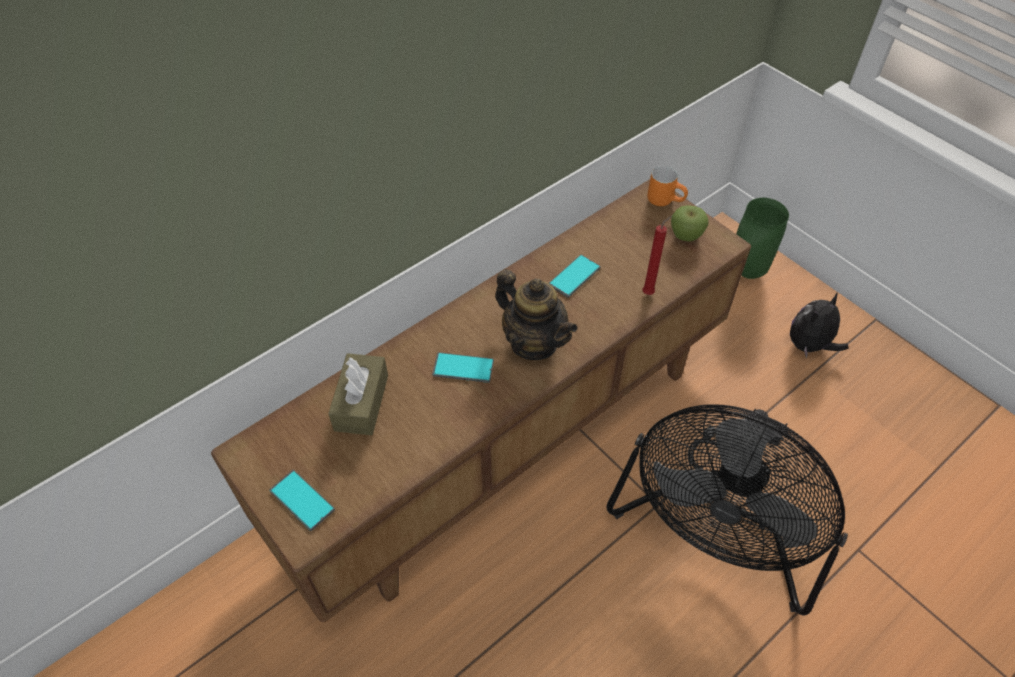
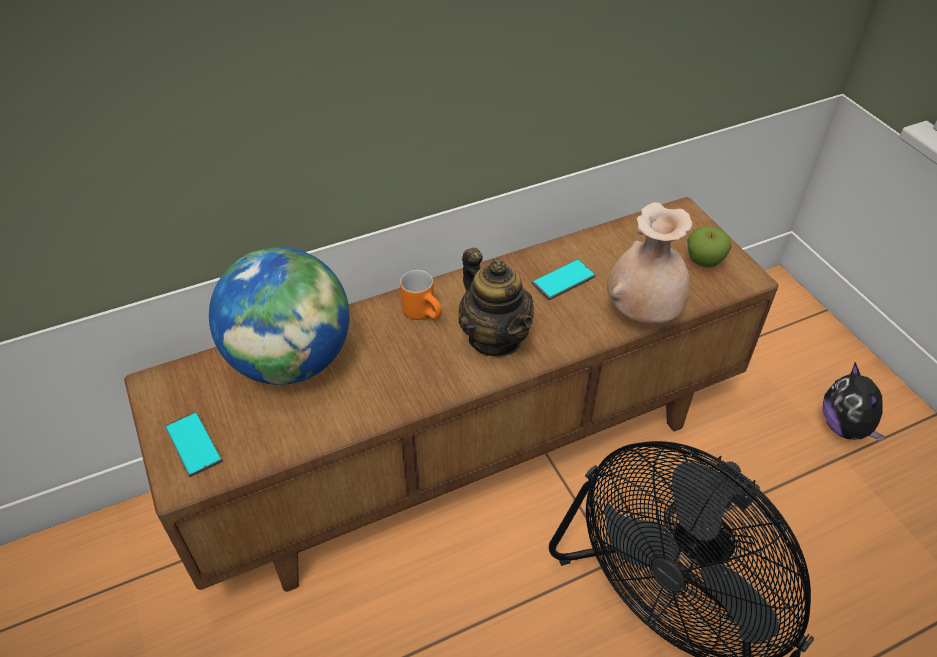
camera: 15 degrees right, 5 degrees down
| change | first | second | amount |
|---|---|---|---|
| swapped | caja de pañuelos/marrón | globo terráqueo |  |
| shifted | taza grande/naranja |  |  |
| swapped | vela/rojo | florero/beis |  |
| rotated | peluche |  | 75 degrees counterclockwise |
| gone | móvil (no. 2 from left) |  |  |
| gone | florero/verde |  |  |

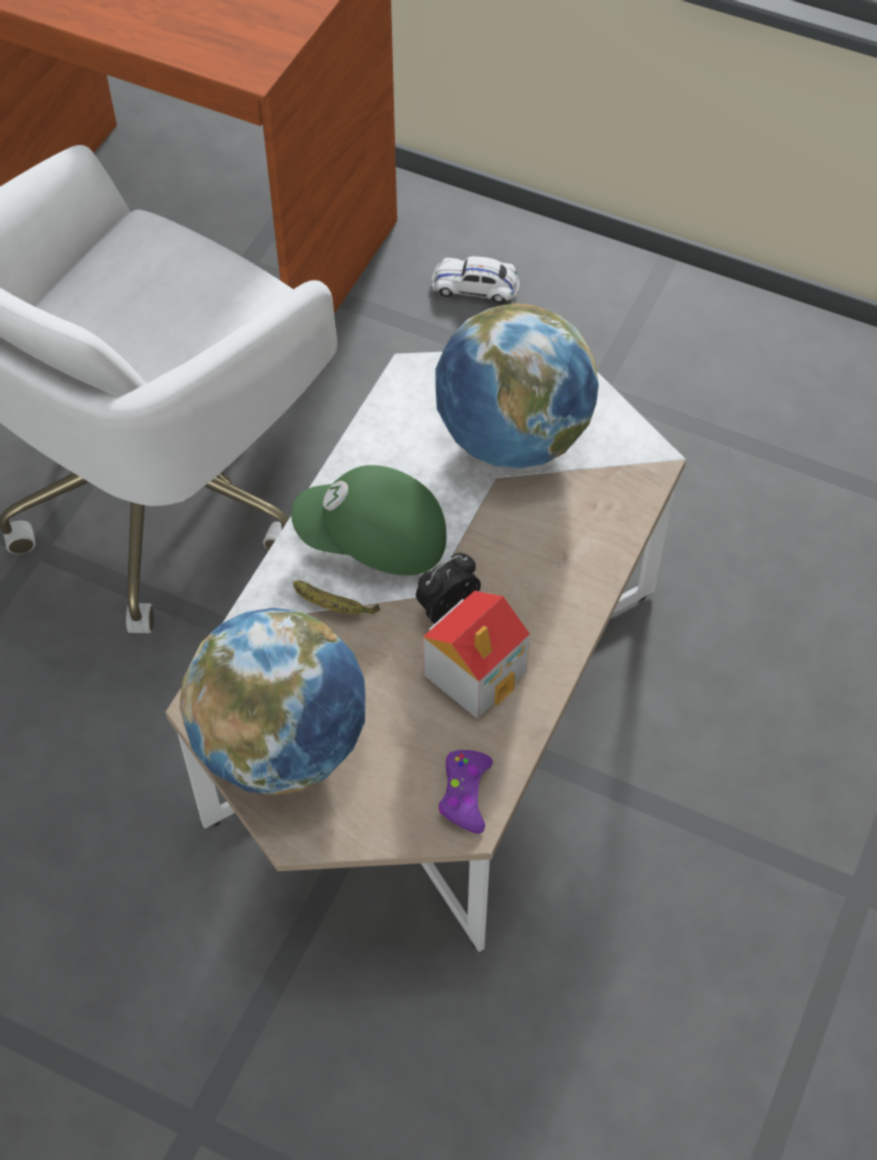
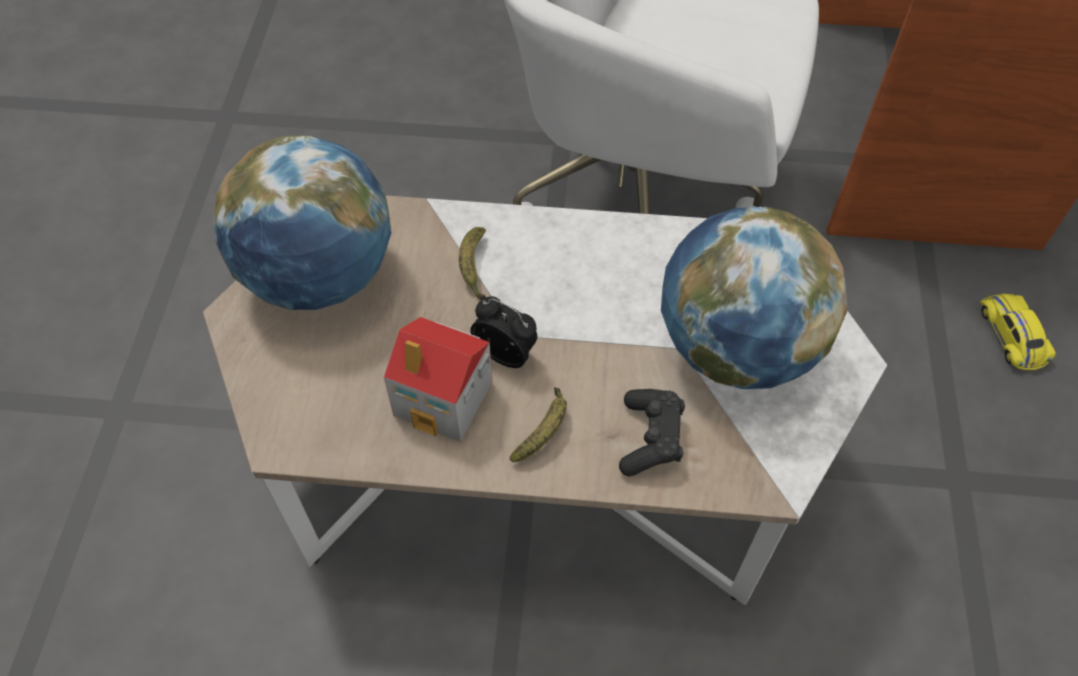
camera: 70 degrees right, 0 degrees up
| change | first | second | amount |
|---|---|---|---|
| new |  | plátano (no. 2 from left) |  |
| new |  | mando de consola/negro |  |
| repainted | coche de juguete/blanco | coche de juguete/amarillo |  |
| gone | gorra/verde |  |  |
| gone | mando de consola/morado |  |  |

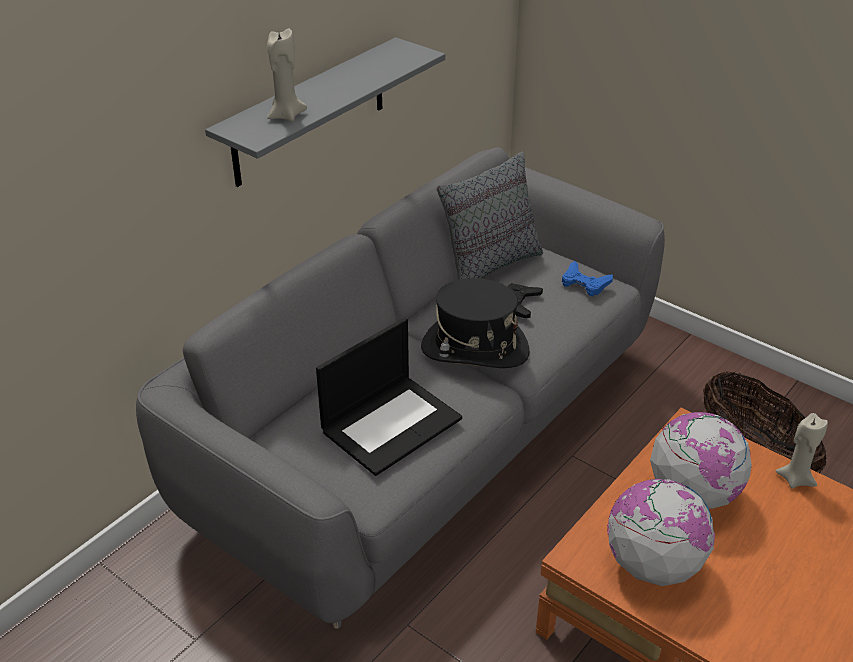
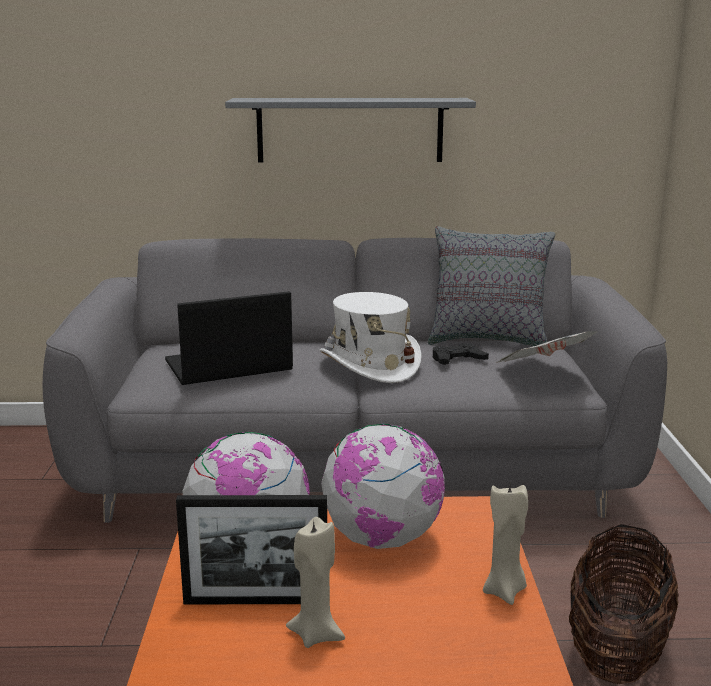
camera: 50 degrees right, 20 degrees down
| change | first | second | amount |
|---|---|---|---|
| rotated | portátil |  | 150 degrees clockwise |
| new |  | portarretratos |  |
| shifted | vela/beis (no. 1 from left) |  |  |
| repainted | sombrero/negro | sombrero/blanco |  |
| swapped | mando de consola/azul | periódico |  |

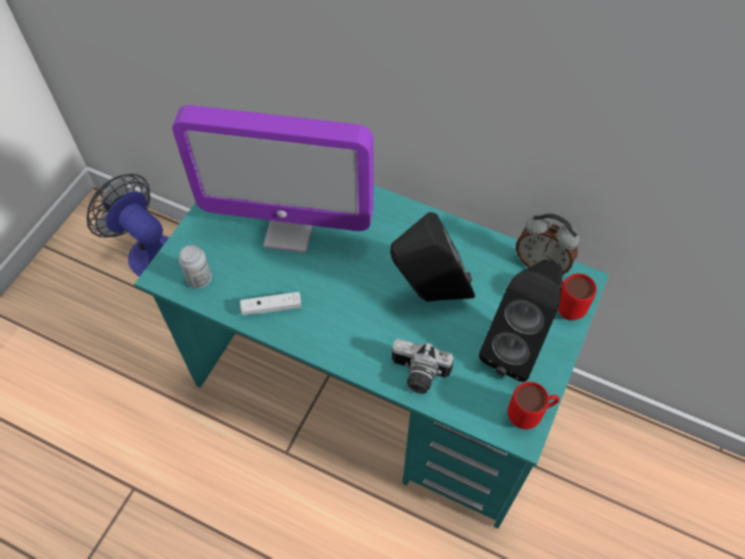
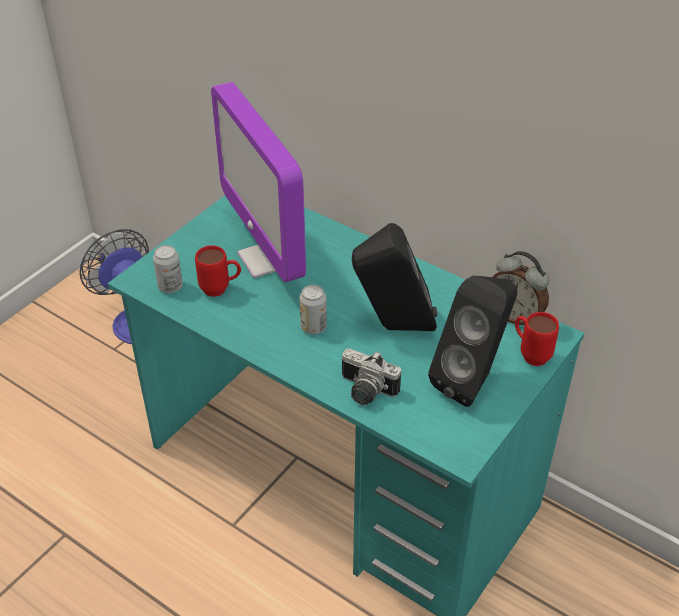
camera: 10 degrees right, 15 degrees down
| change | first | second | amount |
|---|---|---|---|
| shifted | taza grande/rojo (no. 1 from left) |  |  |
| rotated | monitor |  | 45 degrees clockwise |
| new |  | lata (no. 2 from left) |  |
| gone | mando de consola/blanco |  |  |

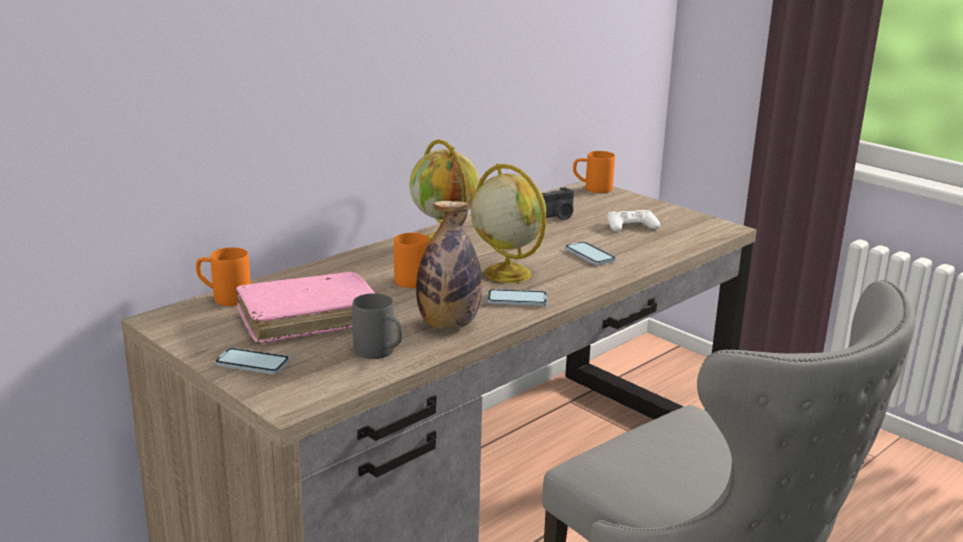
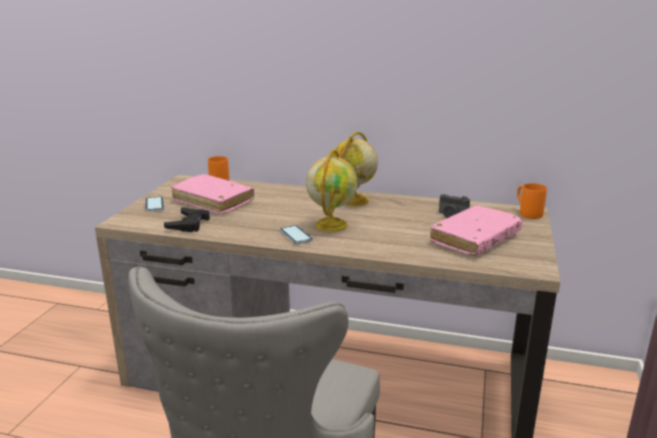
camera: 60 degrees right, 0 degrees up
| change | first | second | amount |
|---|---|---|---|
| swapped | taza grande/gris | mando de consola/negro |  |
| swapped | mando de consola/blanco | libro/rosa (no. 2 from left) |  |
| gone | taza grande/naranja (no. 2 from left) |  |  |
| gone | botella |  |  |
| gone | móvil (no. 3 from left) |  |  |

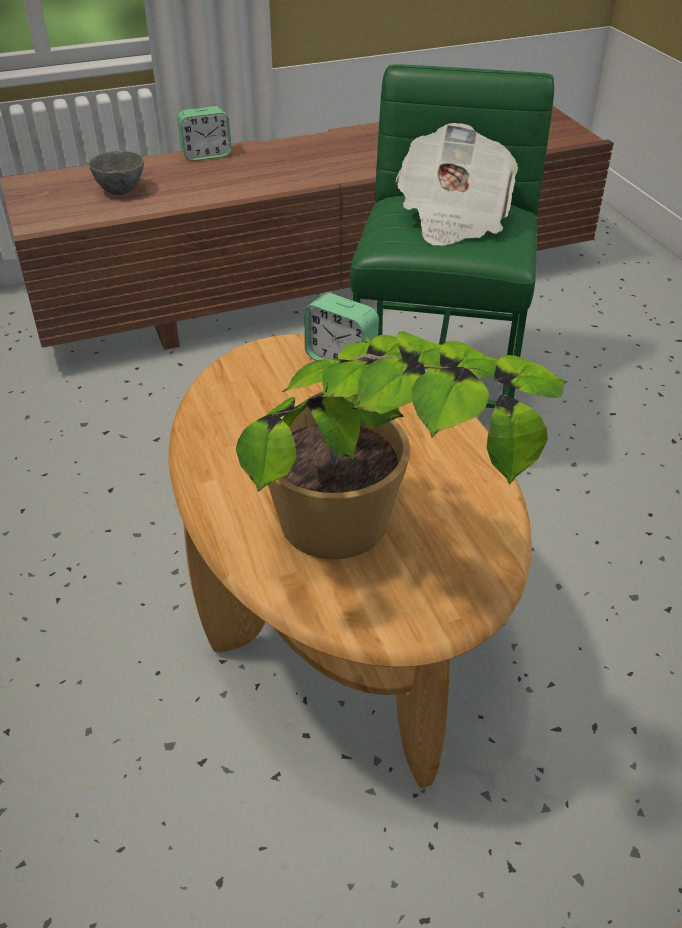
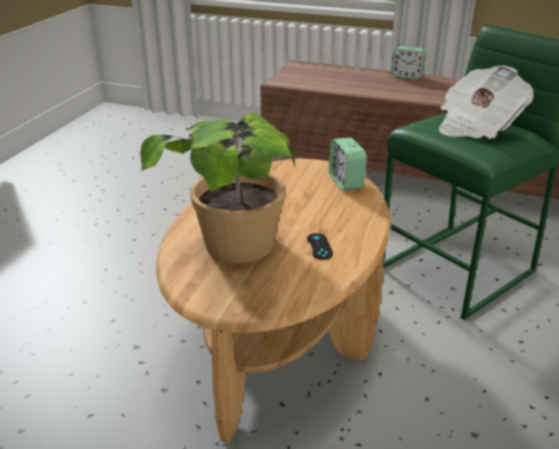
camera: 40 degrees right, 10 degrees down
| change | first | second | amount |
|---|---|---|---|
| new |  | mando de consola/negro |  |
| gone | cuenco/gris |  |  |

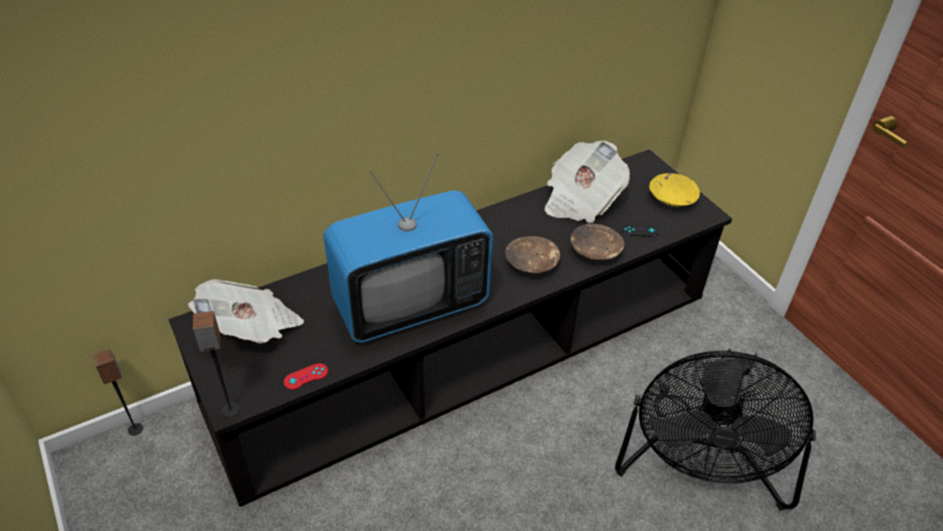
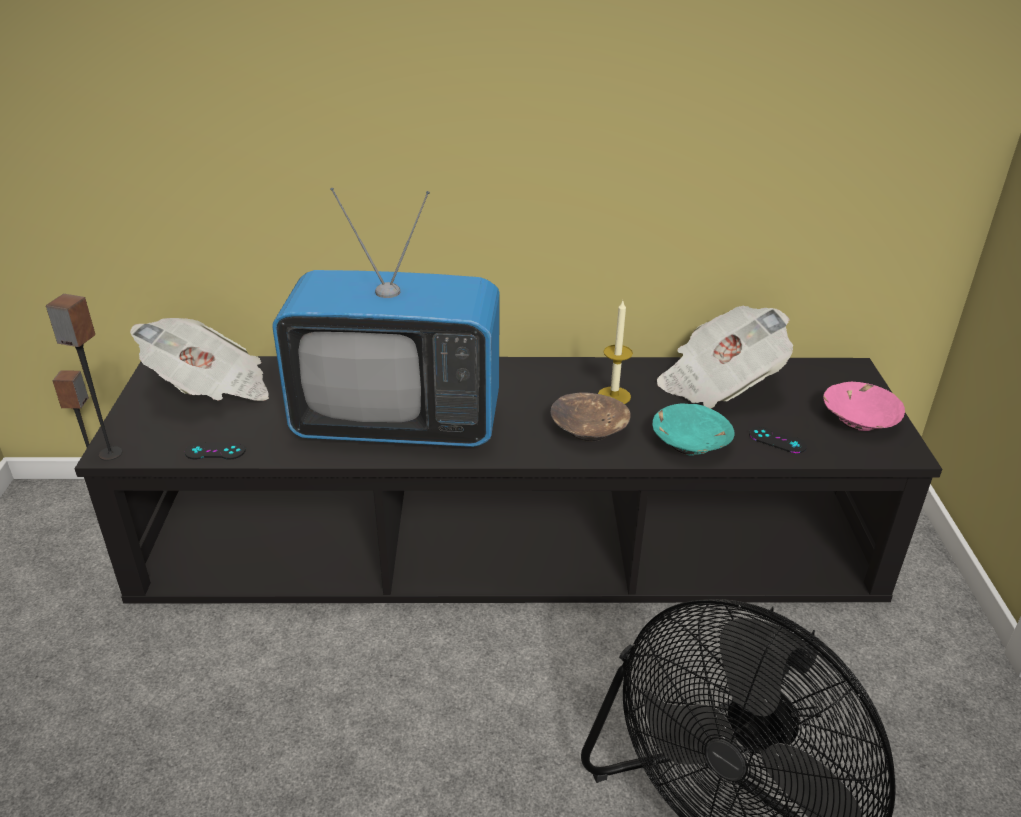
camera: 30 degrees right, 10 degrees down
| change | first | second | amount |
|---|---|---|---|
| repainted | mando de consola/rojo | mando de consola/negro (no. 1 from left) |  |
| new |  | vela |  |
| repainted | cuenco/marrón (no. 2 from left) | cuenco/turquesa |  |
| repainted | cuenco/amarillo | cuenco/rosa |  |

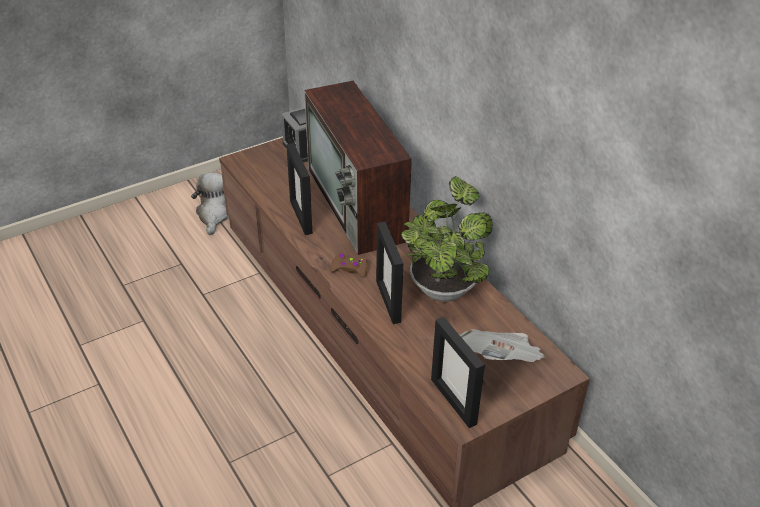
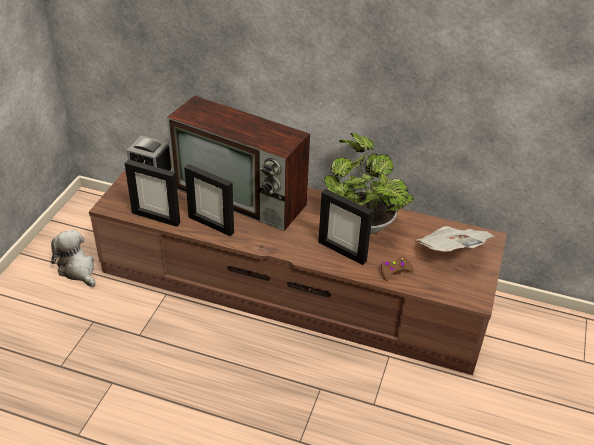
camera: 40 degrees left, 0 degrees up
| change | first | second | amount |
|---|---|---|---|
| shifted | portarretratos (no. 3 from left in the first image) | portarretratos (no. 1 from left) |  |
| shifted | mando de consola/marrón |  |  |

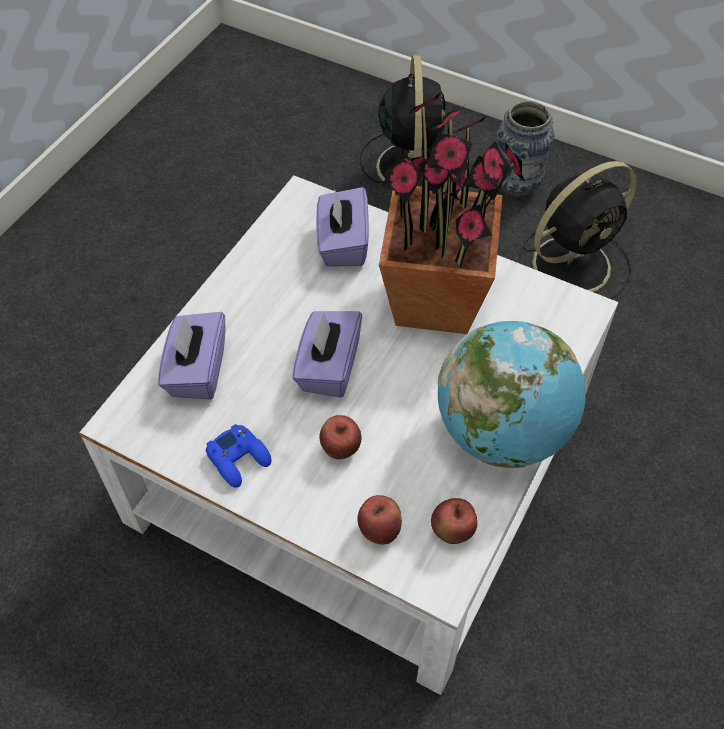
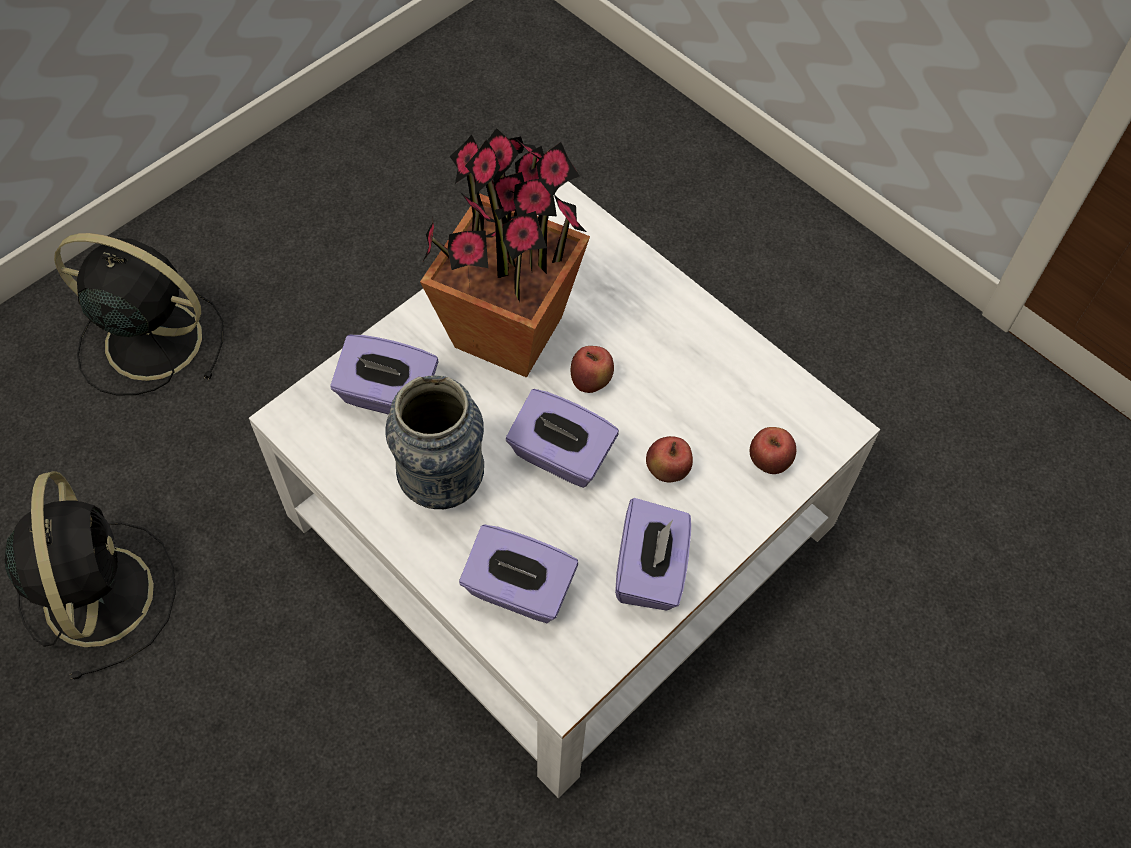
camera: 75 degrees left, 5 degrees up
| change | first | second | amount |
|---|---|---|---|
| shifted | ventilador/negro (no. 2 from left in the first image) | ventilador/negro (no. 1 from left) |  |
| shifted | florero |  |  |
| shifted | manzana (no. 3 from left in the first image) | manzana (no. 1 from left) |  |
| swapped | mando de consola/azul | caja de pañuelos/morado (no. 4 from left) |  |
| gone | globo terráqueo |  |  |

